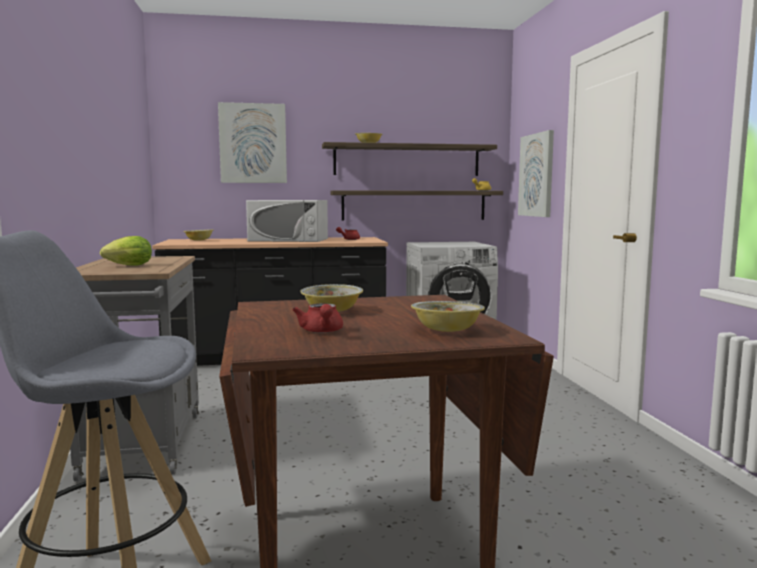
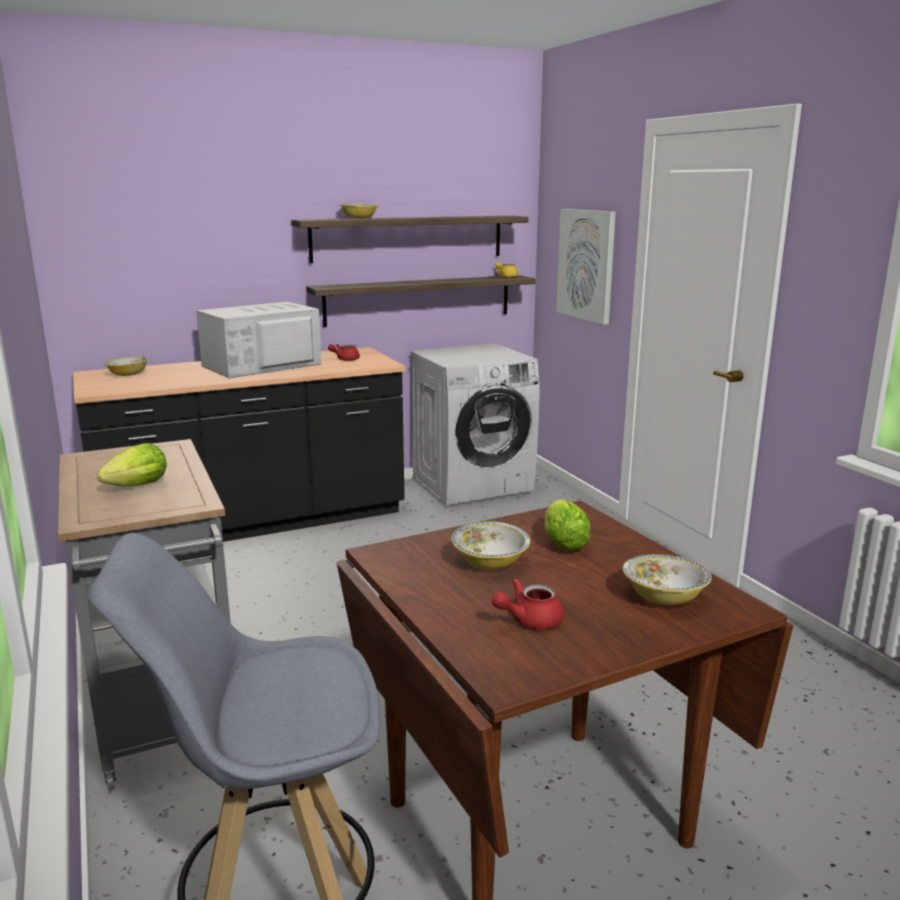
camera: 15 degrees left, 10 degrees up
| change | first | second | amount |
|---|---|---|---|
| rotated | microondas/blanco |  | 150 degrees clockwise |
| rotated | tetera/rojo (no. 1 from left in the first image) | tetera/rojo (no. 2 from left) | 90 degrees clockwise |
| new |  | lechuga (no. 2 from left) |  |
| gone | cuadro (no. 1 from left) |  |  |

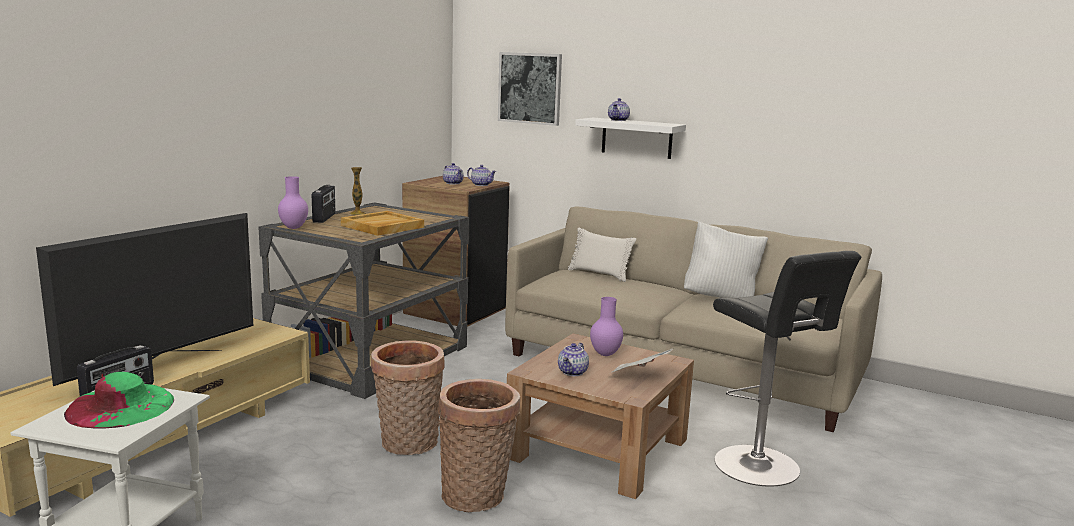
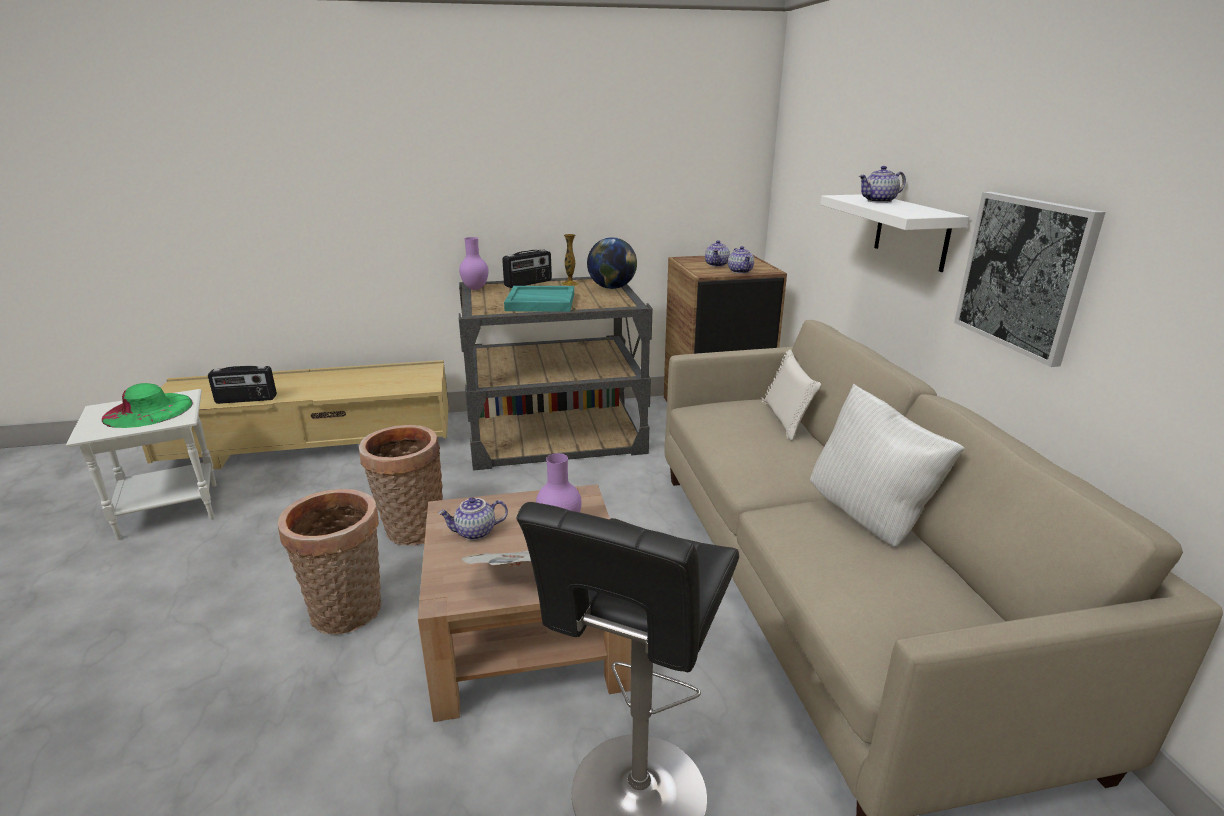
camera: 50 degrees right, 10 degrees up
| change | first | second | amount |
|---|---|---|---|
| repainted | bandeja/beis | bandeja/turquesa |  |
| new |  | globo terráqueo |  |
| shifted | cuadro |  |  |
| gone | televisor |  |  |

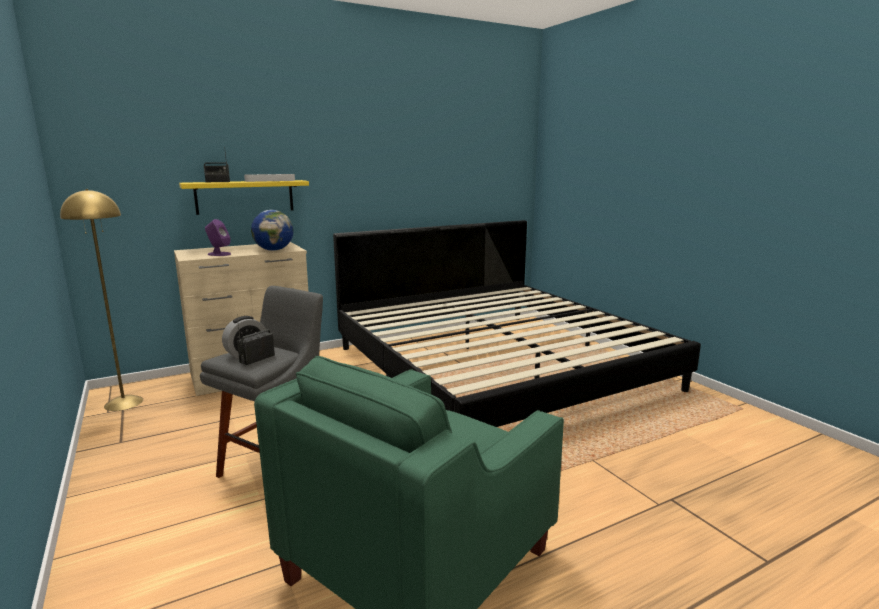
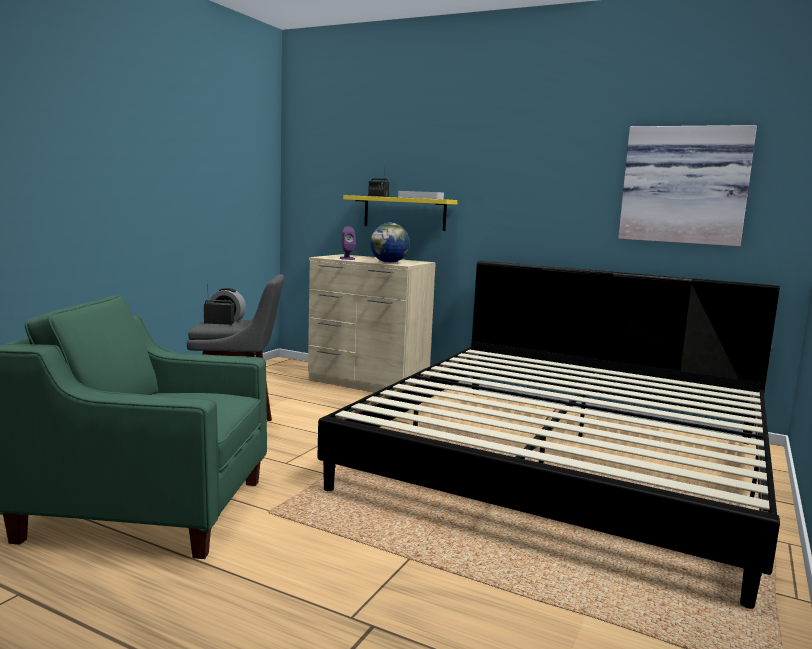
camera: 55 degrees right, 5 degrees down
| change | first | second | amount |
|---|---|---|---|
| new |  | cuadro |  |
| gone | lámpara de pie/amarillo |  |  |

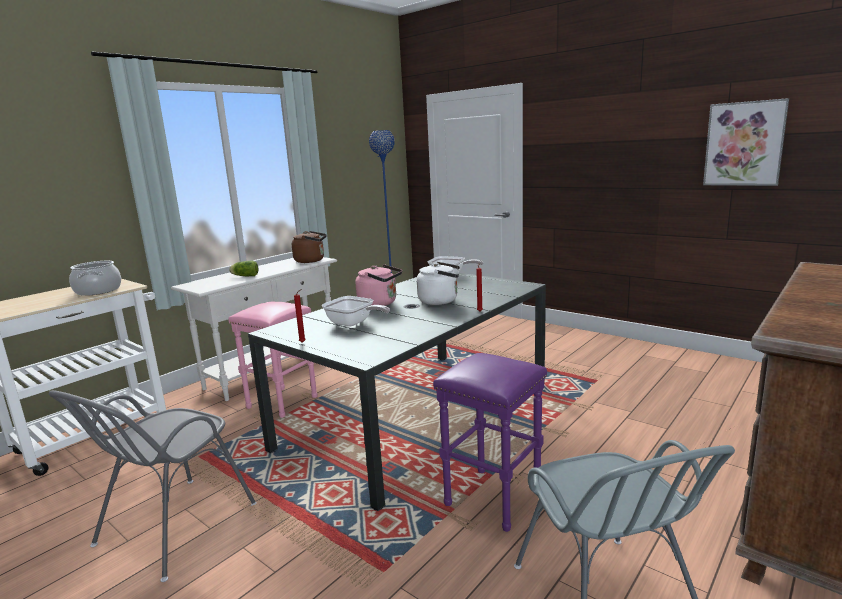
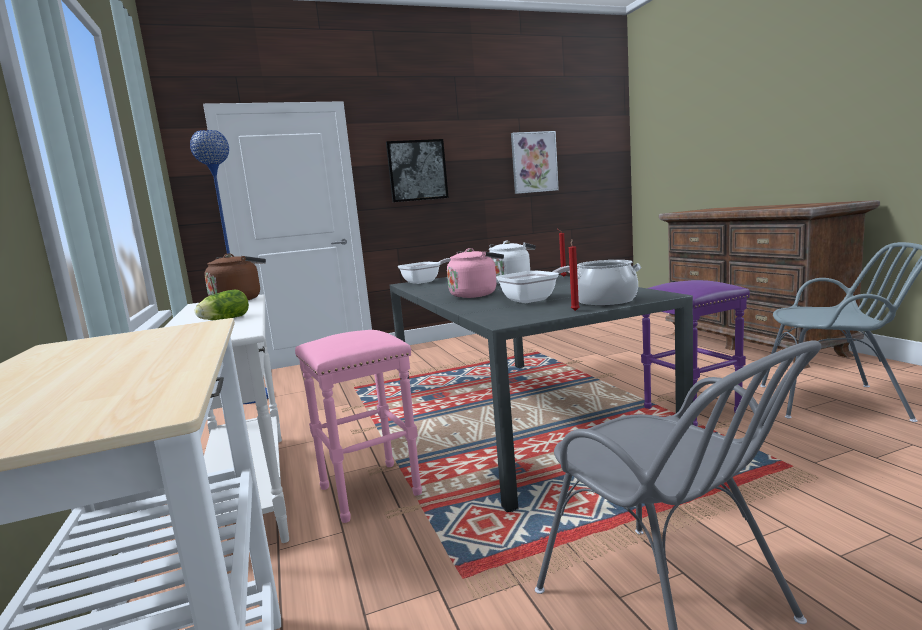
camera: 60 degrees left, 5 degrees down
| change | first | second | amount |
|---|---|---|---|
| new |  | cuadro (no. 1 from left) |  |
| shifted | olla |  |  |

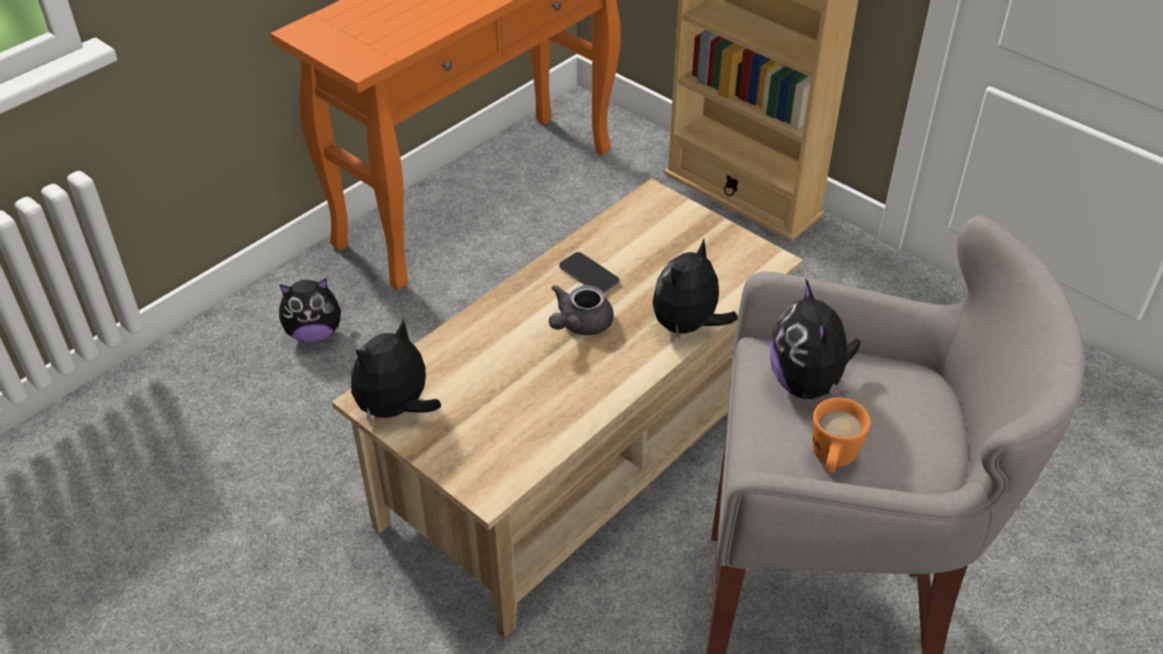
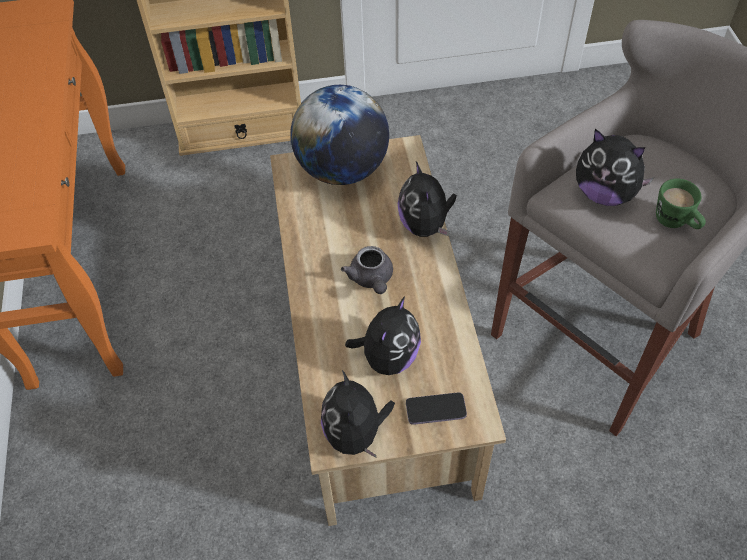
camera: 50 degrees left, 10 degrees up
| change | first | second | amount |
|---|---|---|---|
| new |  | globo terráqueo |  |
| shifted | peluche (no. 1 from left in the first image) | peluche (no. 2 from left) |  |
| shifted | móvil |  |  |
| repainted | taza grande/naranja | taza grande/verde |  |

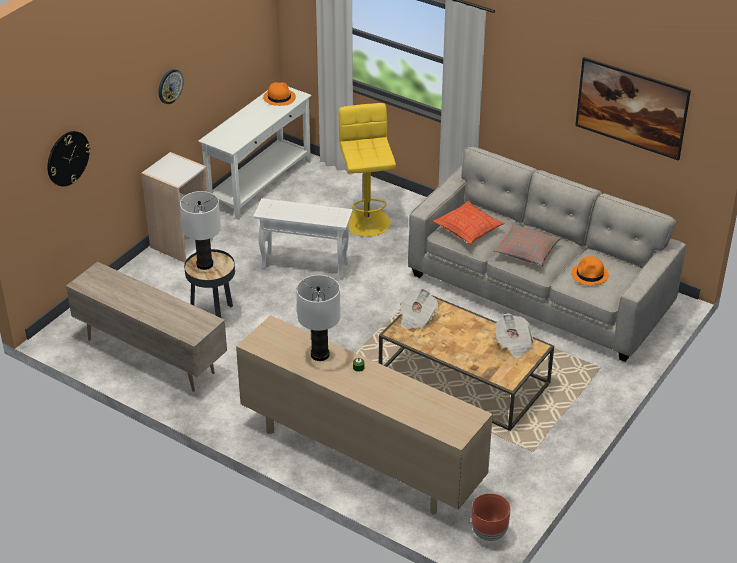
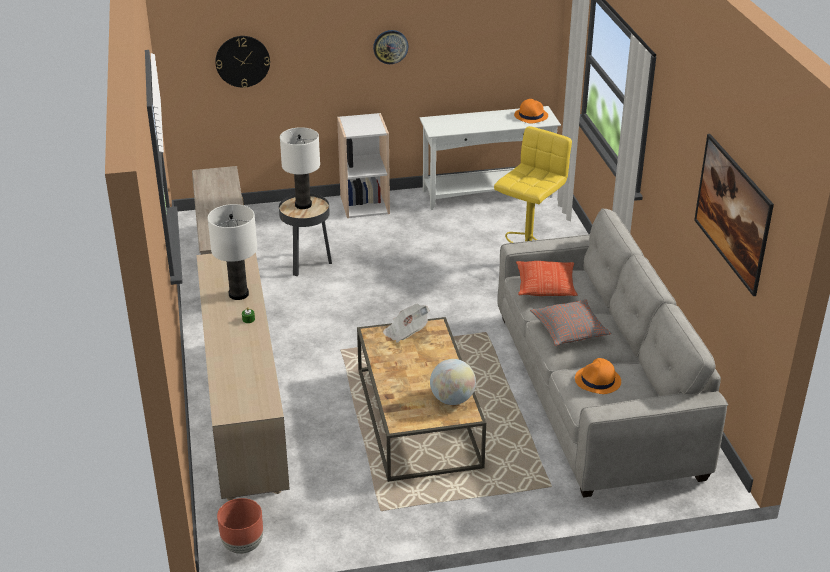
camera: 45 degrees right, 5 degrees down
| change | first | second | amount |
|---|---|---|---|
| swapped | periódico (no. 2 from left) | globo terráqueo |  |
| gone | mesa auxiliar/blanco |  |  |

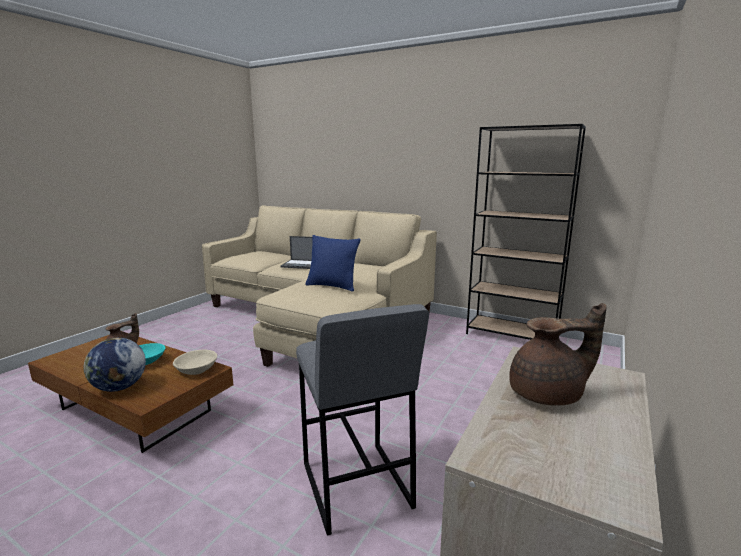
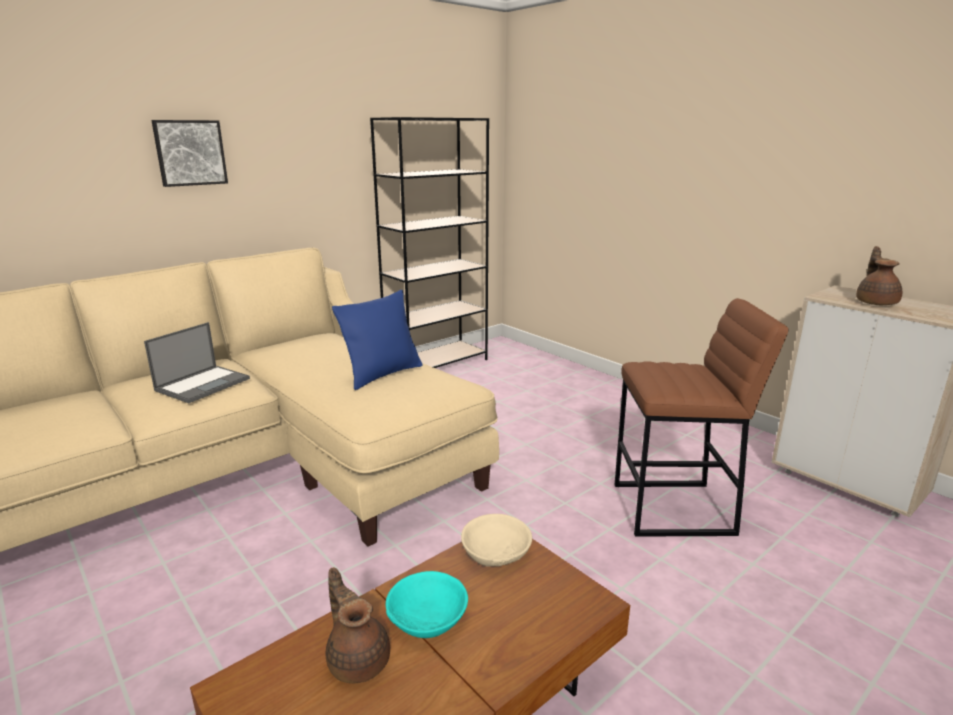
camera: 70 degrees left, 5 degrees up
| change | first | second | amount |
|---|---|---|---|
| new |  | cuadro |  |
| repainted | taburete/gris | taburete/marrón |  |
| gone | globo terráqueo |  |  |

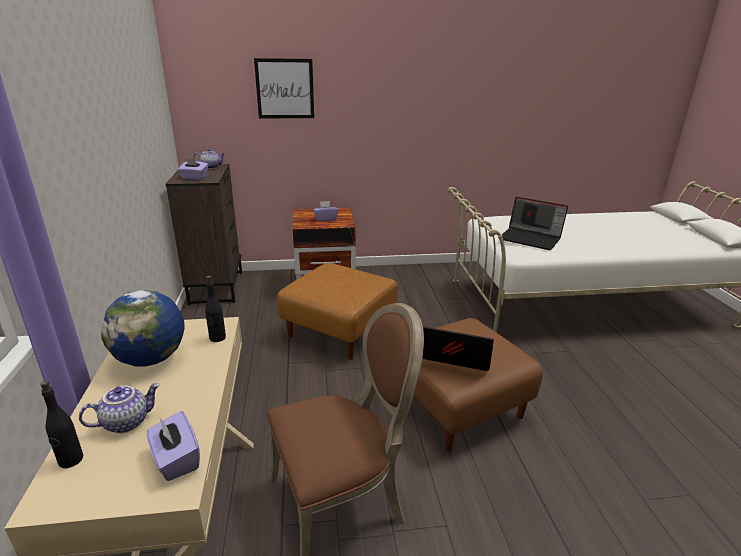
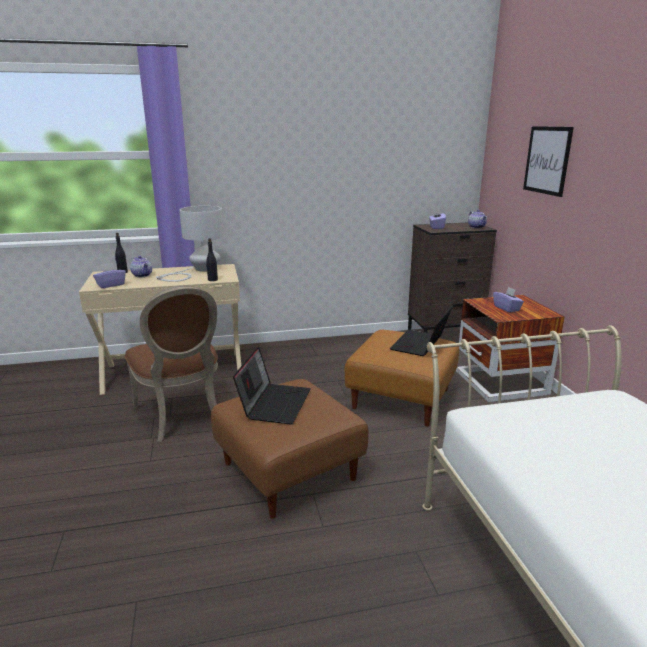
camera: 85 degrees right, 5 degrees down
| change | first | second | amount |
|---|---|---|---|
| swapped | globo terráqueo | lámpara de mesa/gris |  |
| shifted | portátil (no. 2 from left) |  |  |

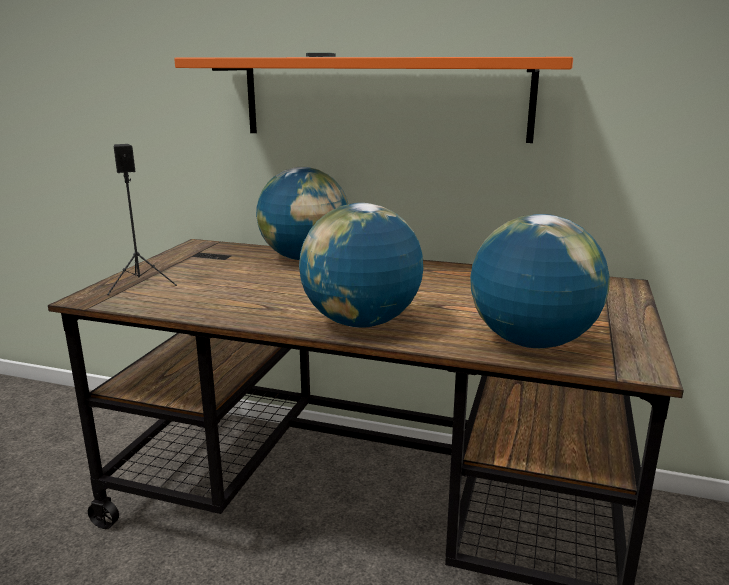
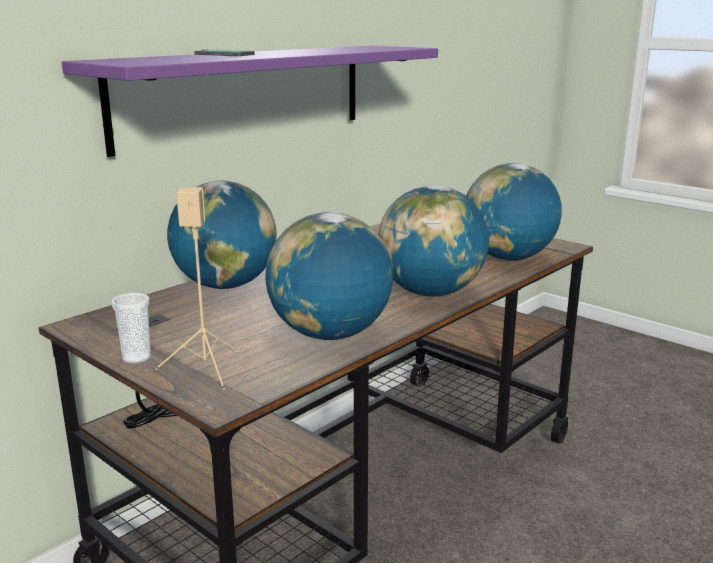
camera: 65 degrees left, 0 degrees up
| change | first | second | amount |
|---|---|---|---|
| repainted | estante/naranja | estante/morado |  |
| new |  | taza |  |
| repainted | altavoz/negro | altavoz/beis |  |
| new |  | globo terráqueo (no. 2 from left) |  |

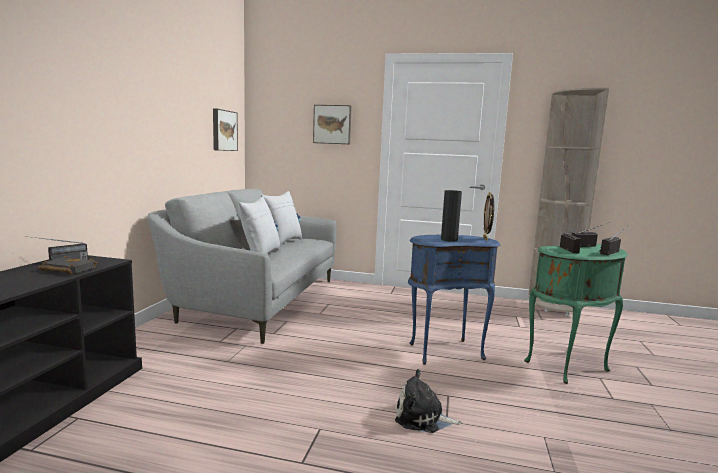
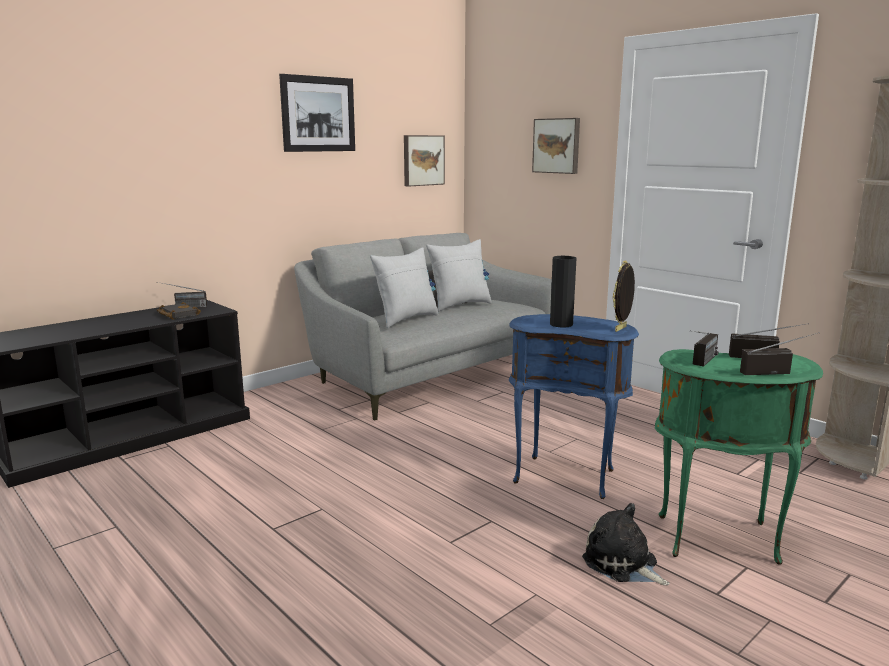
camera: 35 degrees right, 5 degrees up
| change | first | second | amount |
|---|---|---|---|
| new |  | cuadro (no. 1 from left) |  |
| shifted | peluche |  |  |

